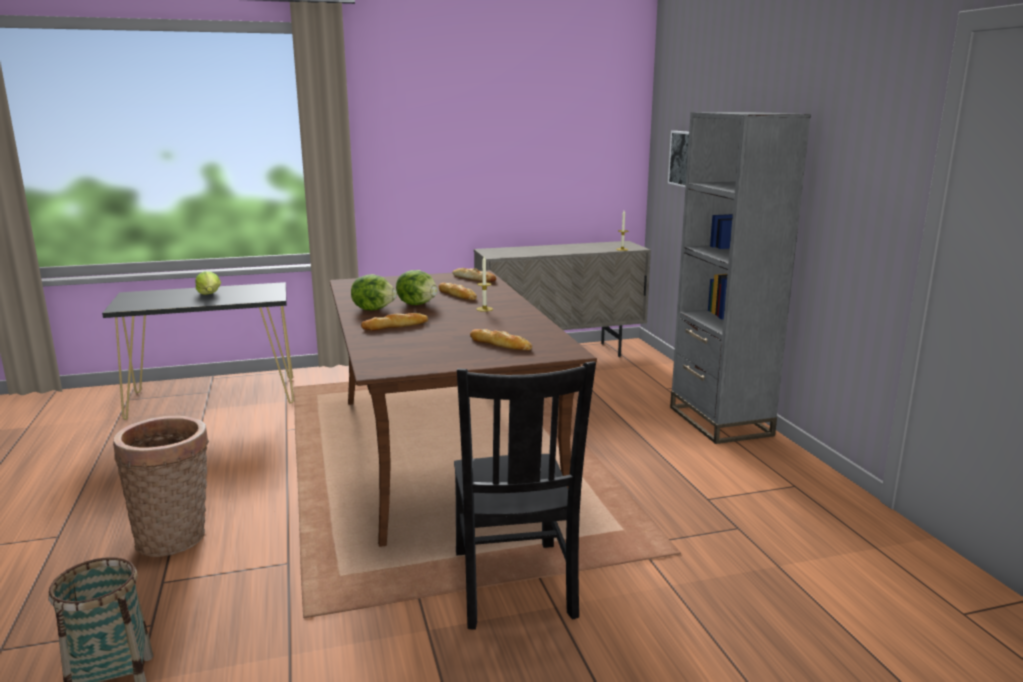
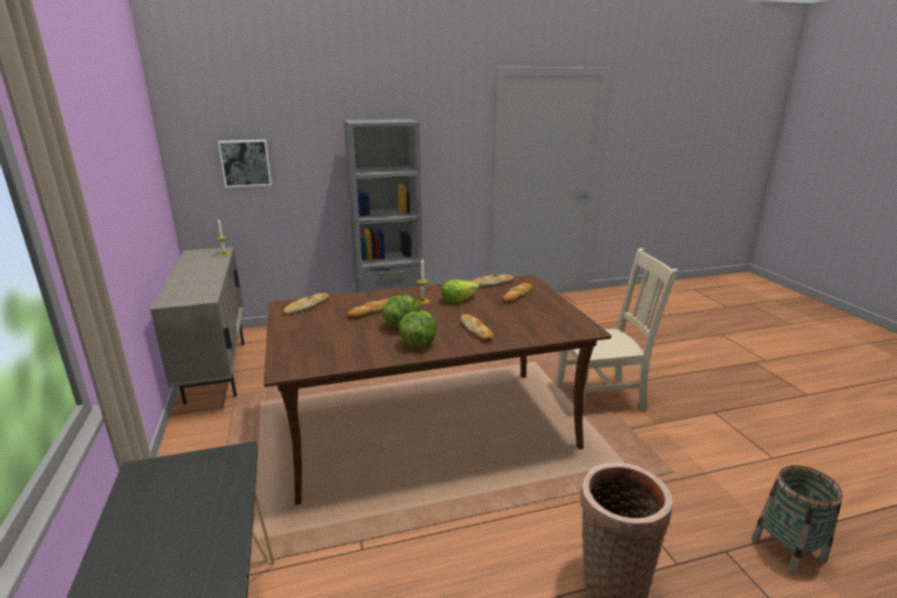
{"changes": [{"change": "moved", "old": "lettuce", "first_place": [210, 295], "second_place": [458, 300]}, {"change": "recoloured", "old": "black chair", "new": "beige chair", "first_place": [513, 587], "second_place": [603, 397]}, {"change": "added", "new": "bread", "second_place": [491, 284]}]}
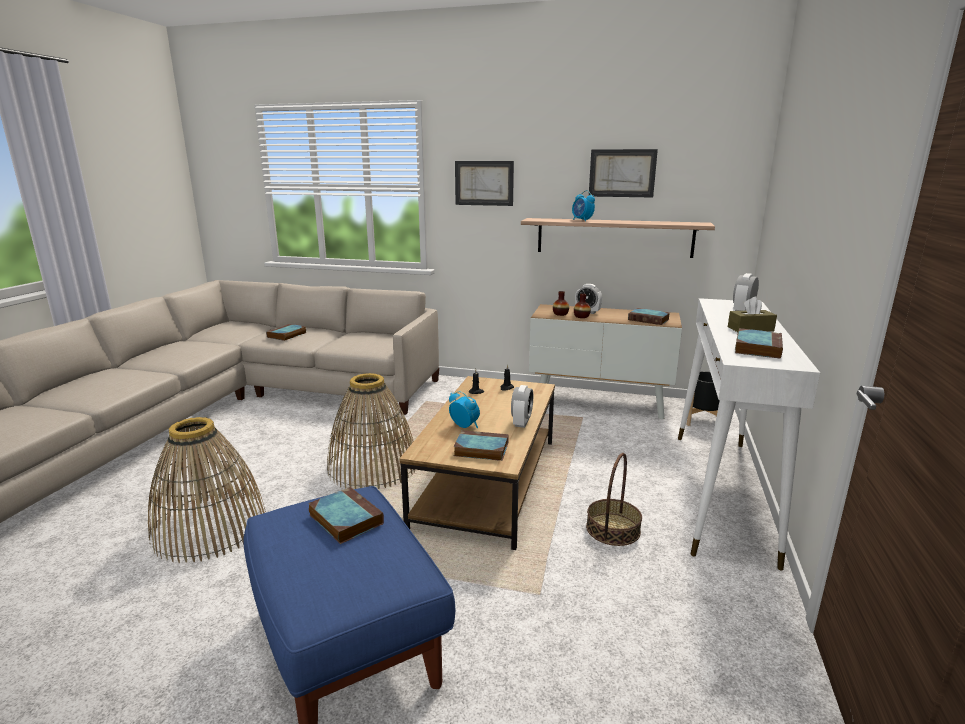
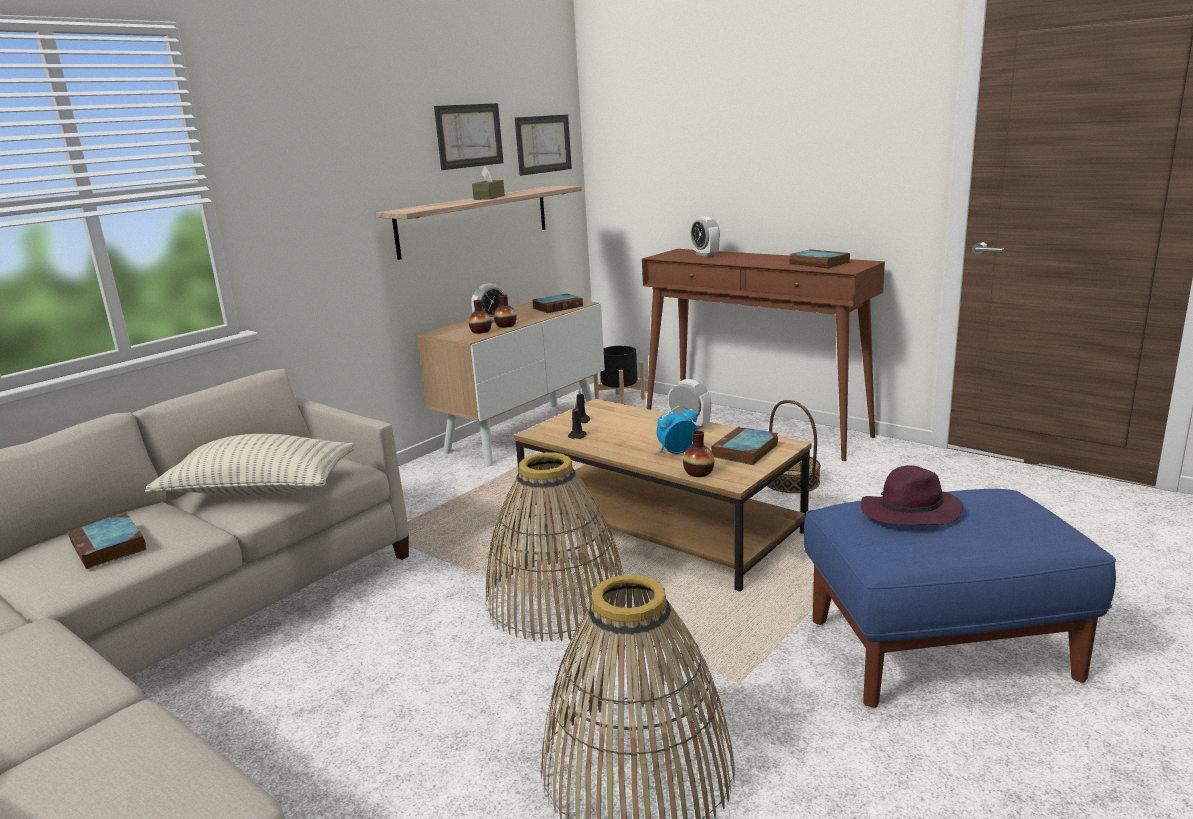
{"changes": [{"change": "replaced", "old": "book", "new": "purple hat", "first_place": [344, 519], "second_place": [909, 514]}, {"change": "moved", "old": "picture", "first_place": [484, 183], "second_place": [543, 144]}, {"change": "removed", "old": "alarm clock", "first_place": [582, 220]}, {"change": "recoloured", "old": "white console table", "new": "brown console table", "first_place": [720, 492], "second_place": [756, 427]}, {"change": "moved", "old": "brown tissue box", "first_place": [750, 329], "second_place": [489, 197]}, {"change": "added", "new": "pillow", "second_place": [260, 490]}, {"change": "added", "new": "vase", "second_place": [698, 473]}]}
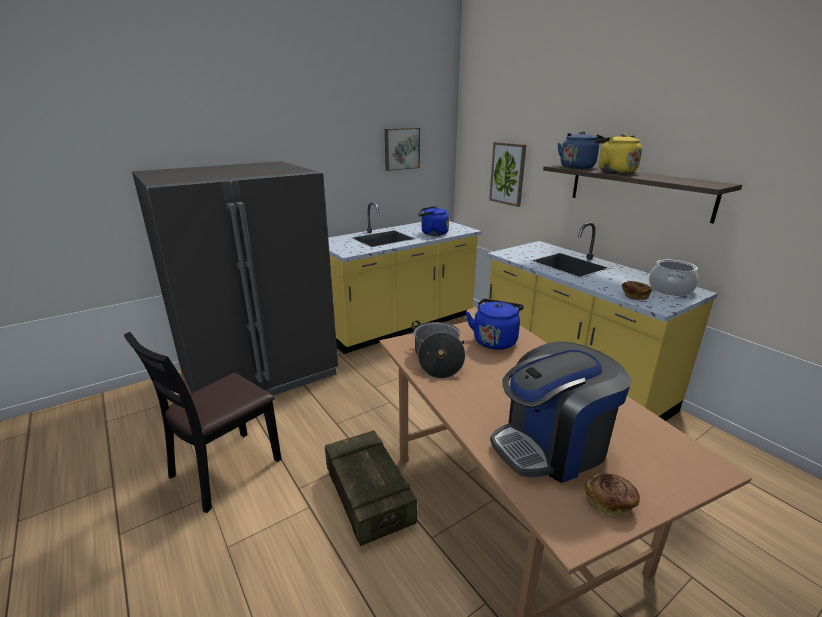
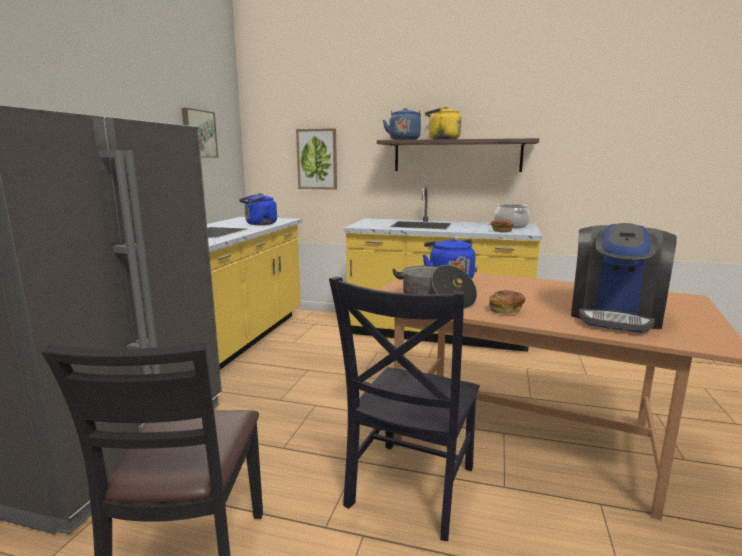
{"changes": [{"change": "replaced", "old": "crate", "new": "black chair", "first_place": [369, 497], "second_place": [409, 490]}, {"change": "moved", "old": "bread", "first_place": [610, 503], "second_place": [506, 310]}]}
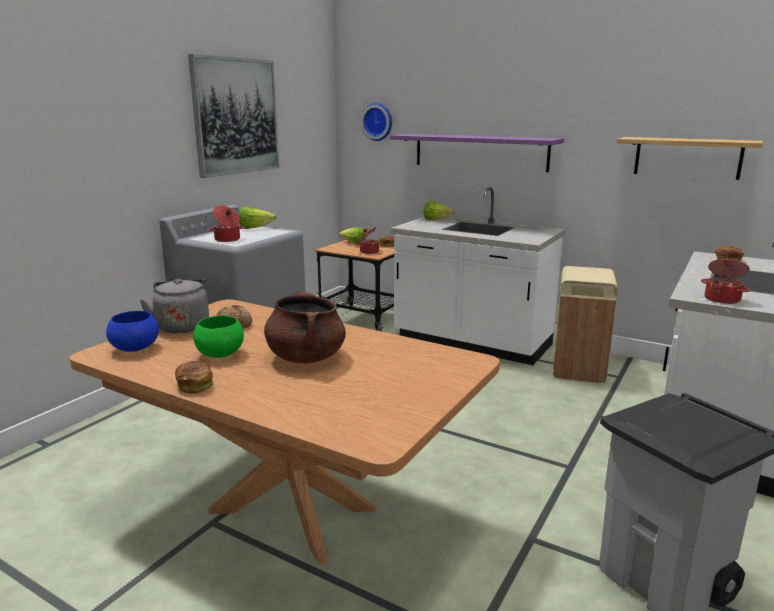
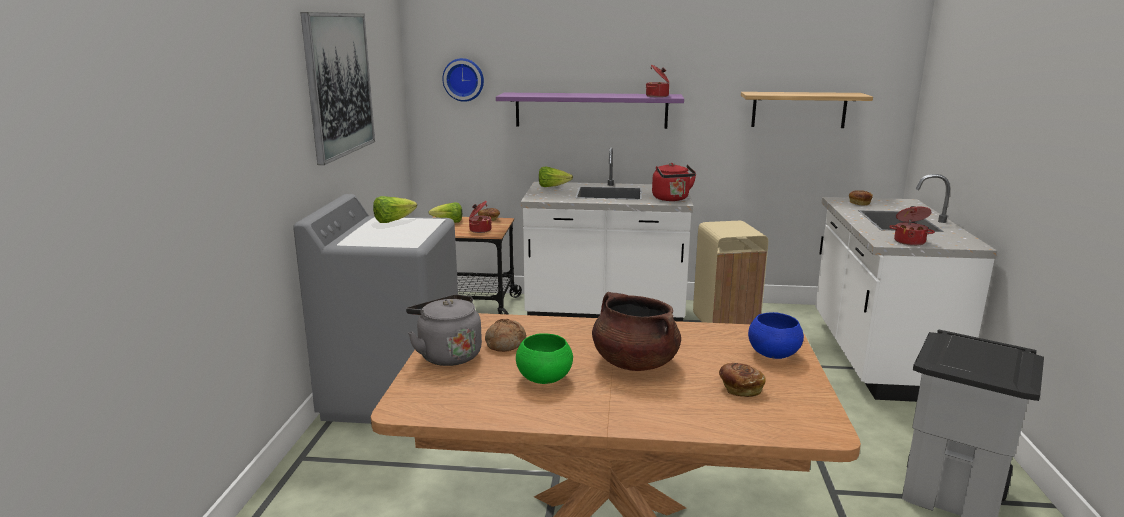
{"changes": [{"change": "moved", "old": "blue bowl", "first_place": [135, 348], "second_place": [772, 354]}, {"change": "moved", "old": "bread", "first_place": [195, 385], "second_place": [740, 388]}, {"change": "moved", "old": "cooking pot", "first_place": [227, 240], "second_place": [658, 96]}, {"change": "added", "new": "red kettle", "second_place": [671, 199]}]}
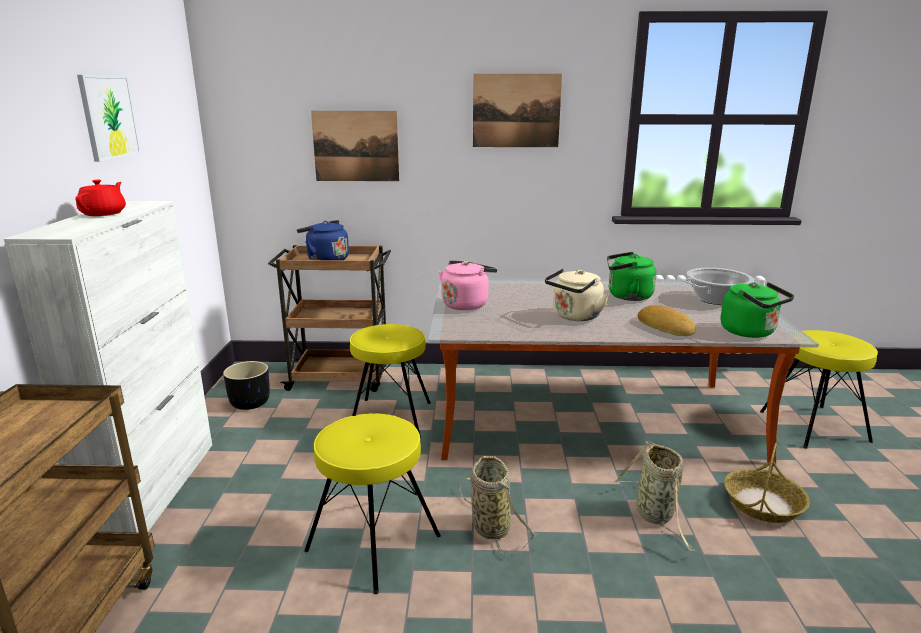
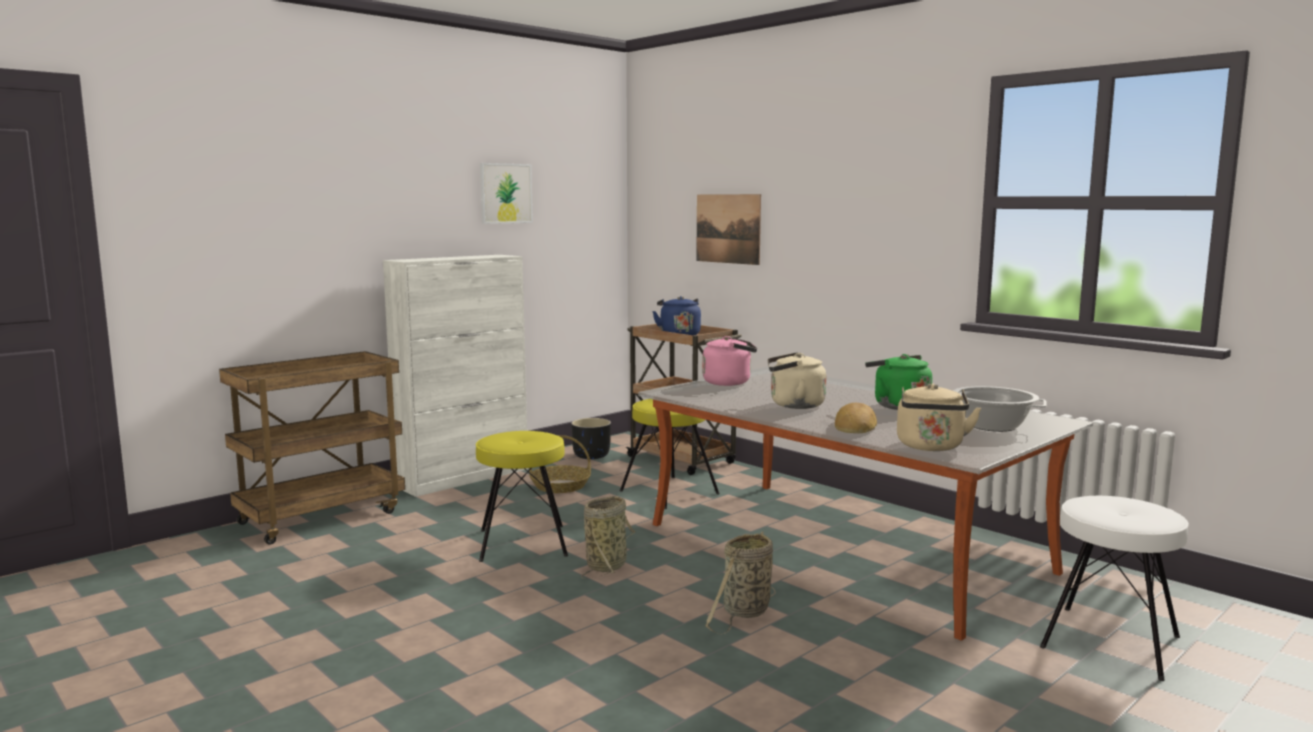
{"changes": [{"change": "removed", "old": "red teapot", "first_place": [104, 213]}, {"change": "removed", "old": "picture", "first_place": [516, 111]}, {"change": "recoloured", "old": "green kettle", "new": "beige kettle", "first_place": [750, 332], "second_place": [931, 447]}, {"change": "moved", "old": "basket", "first_place": [762, 504], "second_place": [560, 486]}, {"change": "recoloured", "old": "yellow stool", "new": "white stool", "first_place": [814, 426], "second_place": [1111, 642]}]}
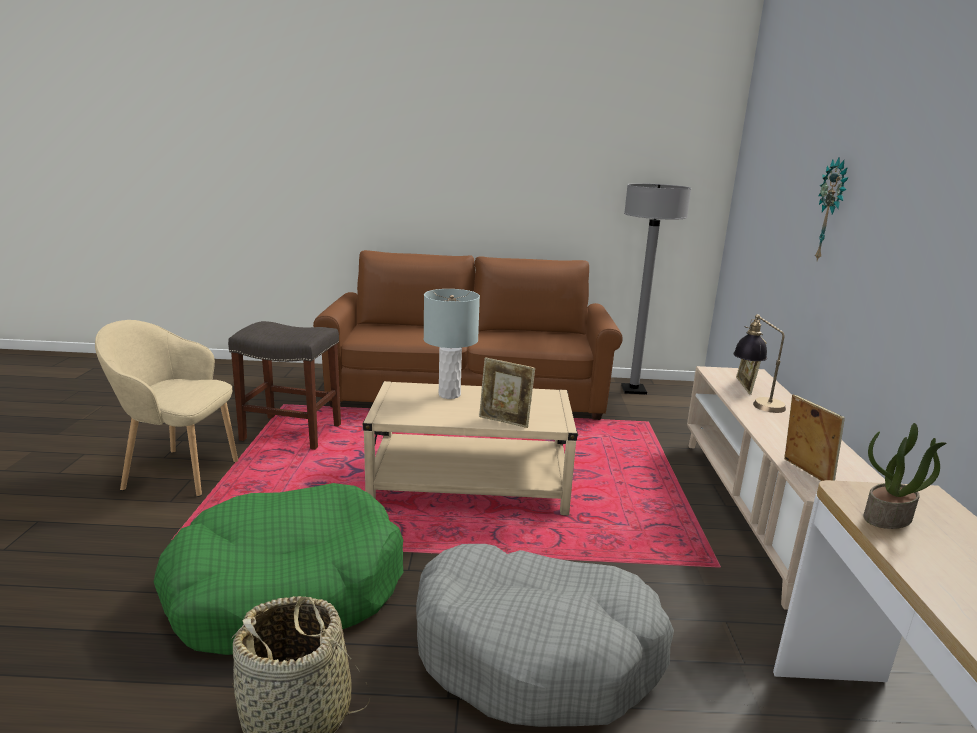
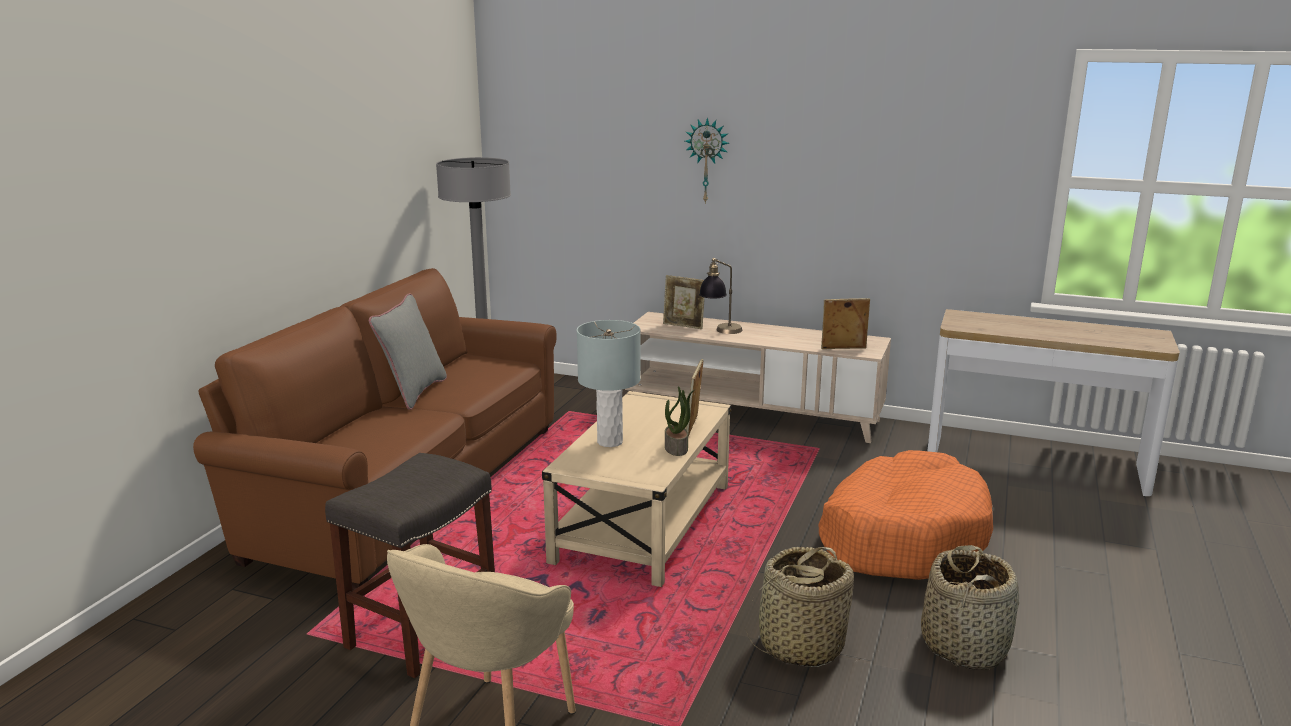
{"changes": [{"change": "replaced", "old": "green dog bed", "new": "basket", "first_place": [287, 589], "second_place": [800, 646]}, {"change": "recoloured", "old": "grey dog bed", "new": "orange dog bed", "first_place": [536, 651], "second_place": [902, 536]}, {"change": "turned", "old": "picture frame", "first_place": [504, 421], "second_place": [693, 427], "degrees": 150}, {"change": "moved", "old": "potted plant", "first_place": [888, 518], "second_place": [677, 448]}, {"change": "added", "new": "grey pillow", "second_place": [413, 392]}]}
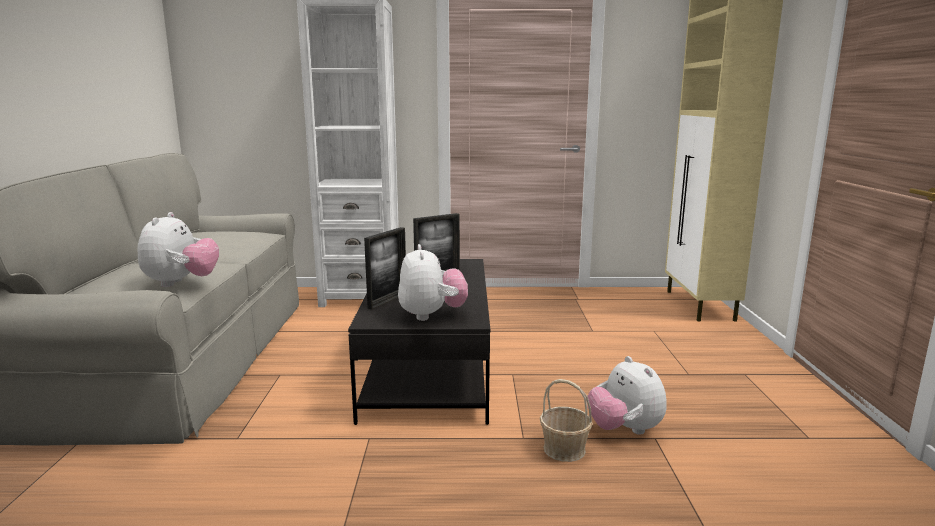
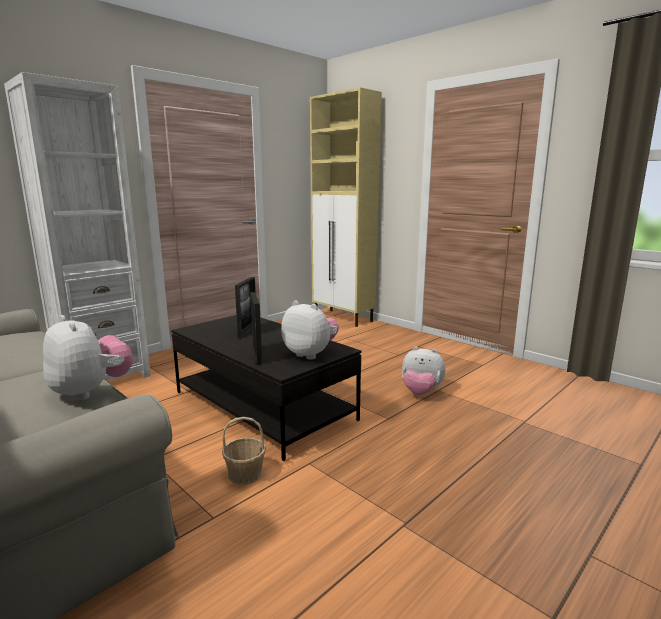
{"changes": [{"change": "moved", "old": "basket", "first_place": [564, 449], "second_place": [245, 473]}]}
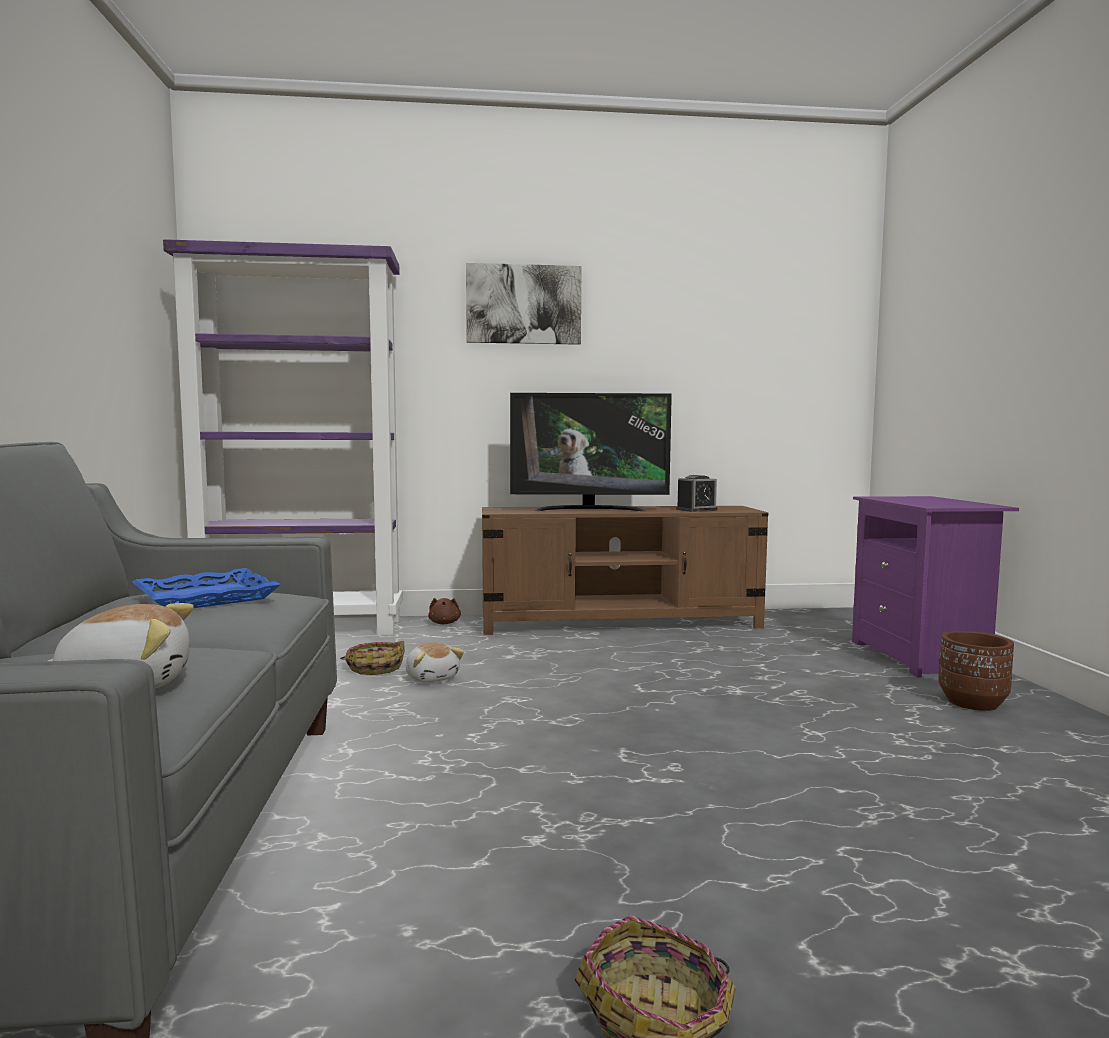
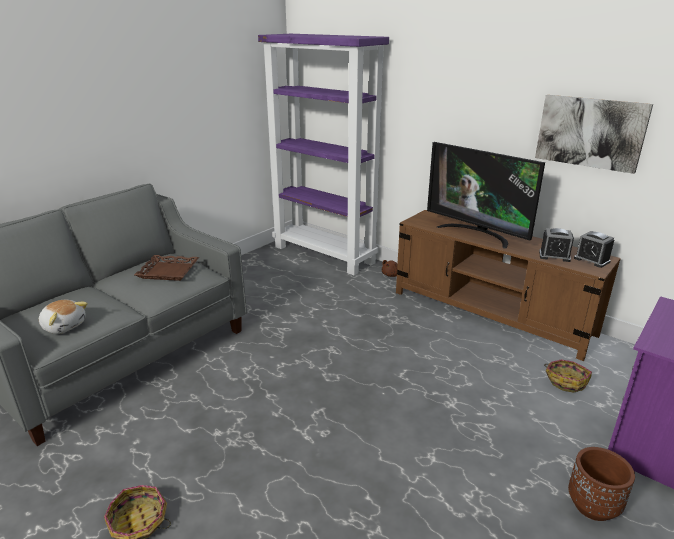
{"changes": [{"change": "recoloured", "old": "blue tray", "new": "brown tray", "first_place": [206, 598], "second_place": [168, 272]}, {"change": "moved", "old": "basket", "first_place": [375, 667], "second_place": [566, 381]}, {"change": "removed", "old": "plush toy", "first_place": [432, 677]}, {"change": "moved", "old": "picture", "first_place": [523, 304], "second_place": [590, 132]}, {"change": "added", "new": "alarm clock", "second_place": [591, 260]}]}
